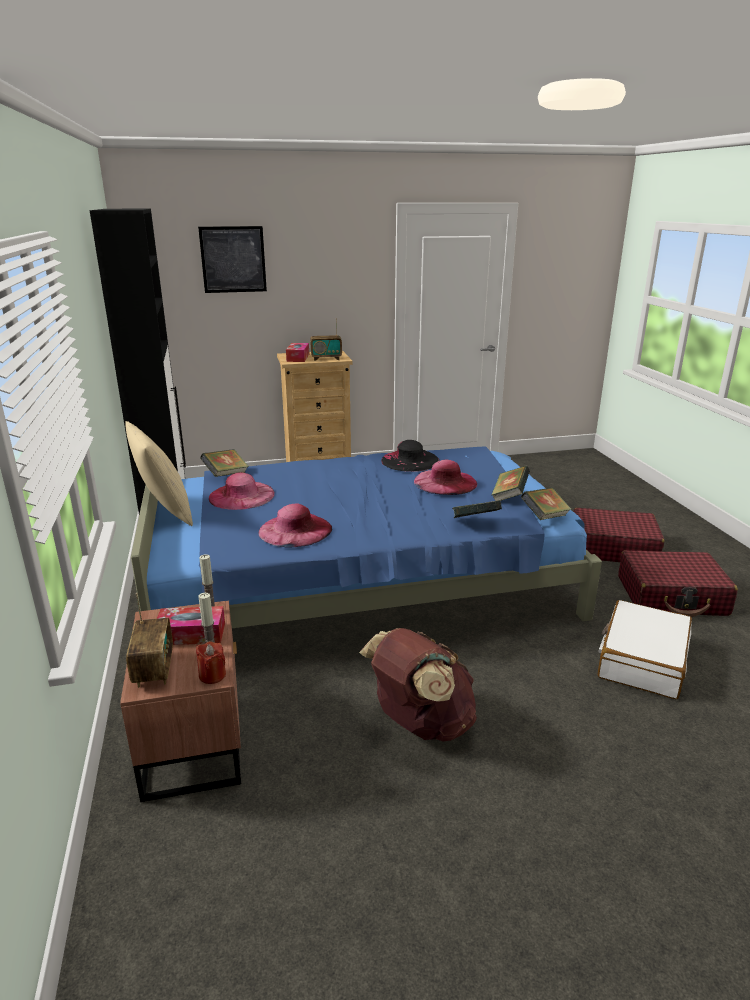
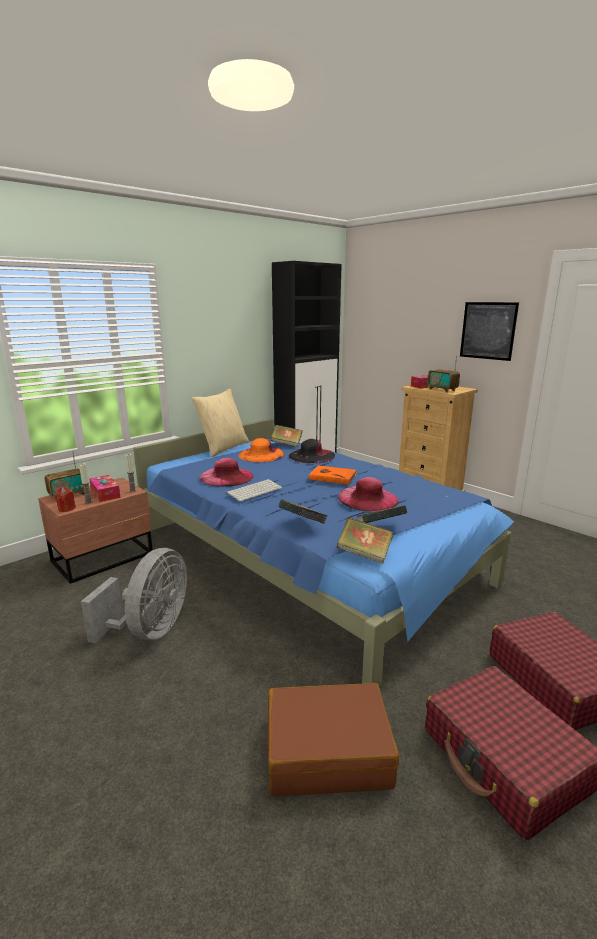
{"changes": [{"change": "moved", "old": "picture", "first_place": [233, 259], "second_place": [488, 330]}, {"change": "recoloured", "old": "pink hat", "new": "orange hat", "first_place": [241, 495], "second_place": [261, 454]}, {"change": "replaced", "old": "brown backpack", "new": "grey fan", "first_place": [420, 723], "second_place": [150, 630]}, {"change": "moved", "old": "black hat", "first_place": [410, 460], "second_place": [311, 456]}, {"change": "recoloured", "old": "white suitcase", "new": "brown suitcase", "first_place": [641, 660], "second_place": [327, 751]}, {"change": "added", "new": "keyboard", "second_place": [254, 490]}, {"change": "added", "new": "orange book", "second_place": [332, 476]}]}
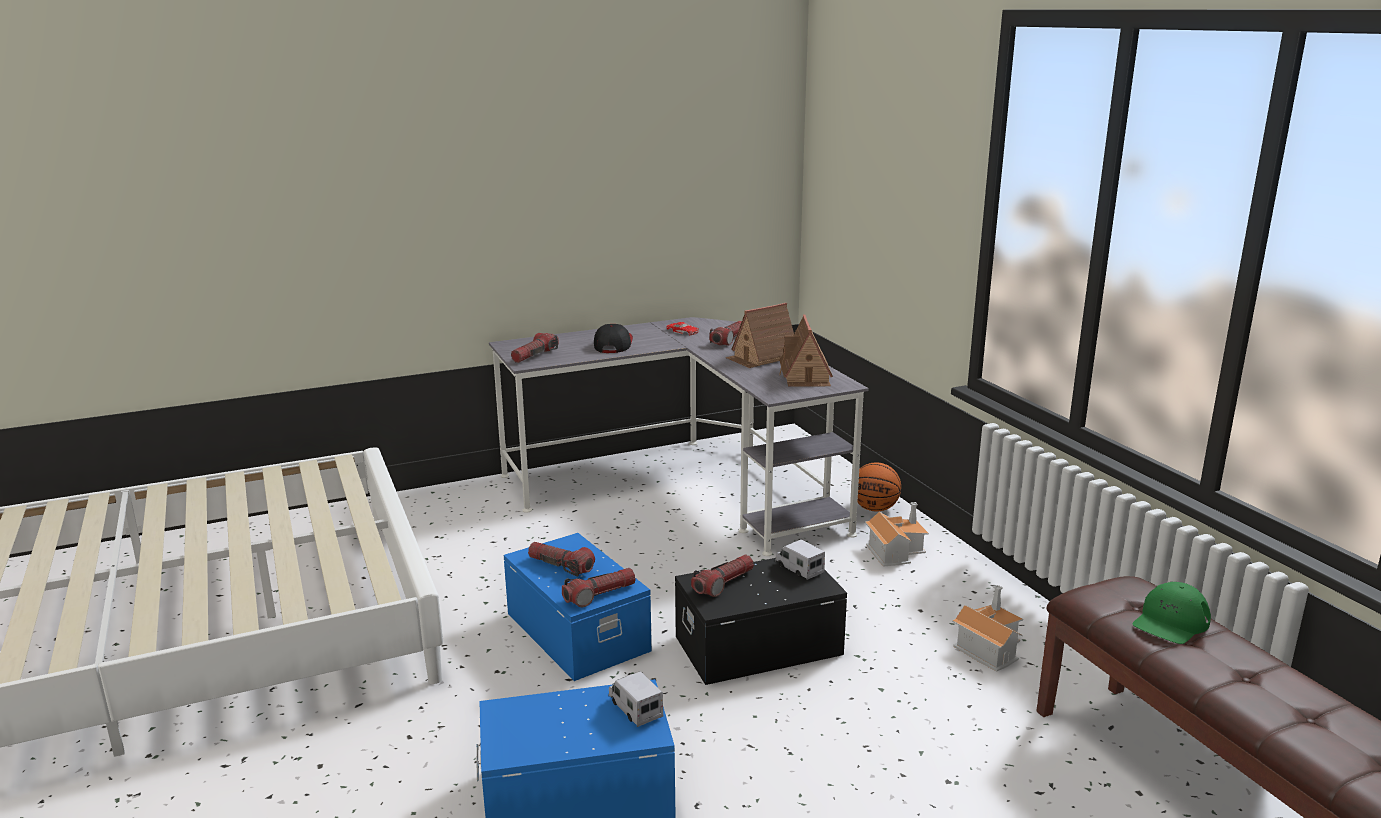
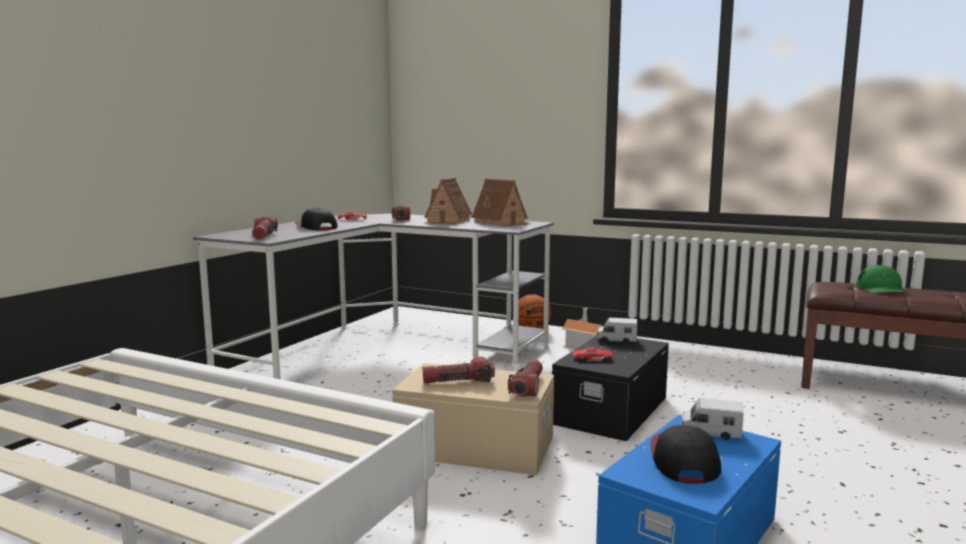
{"changes": [{"change": "recoloured", "old": "blue storage box", "new": "beige storage box", "first_place": [579, 631], "second_place": [475, 445]}, {"change": "replaced", "old": "flashlight", "new": "red toy car", "first_place": [723, 583], "second_place": [592, 358]}, {"change": "removed", "old": "toy house", "first_place": [988, 646]}, {"change": "added", "new": "cap", "second_place": [683, 460]}]}
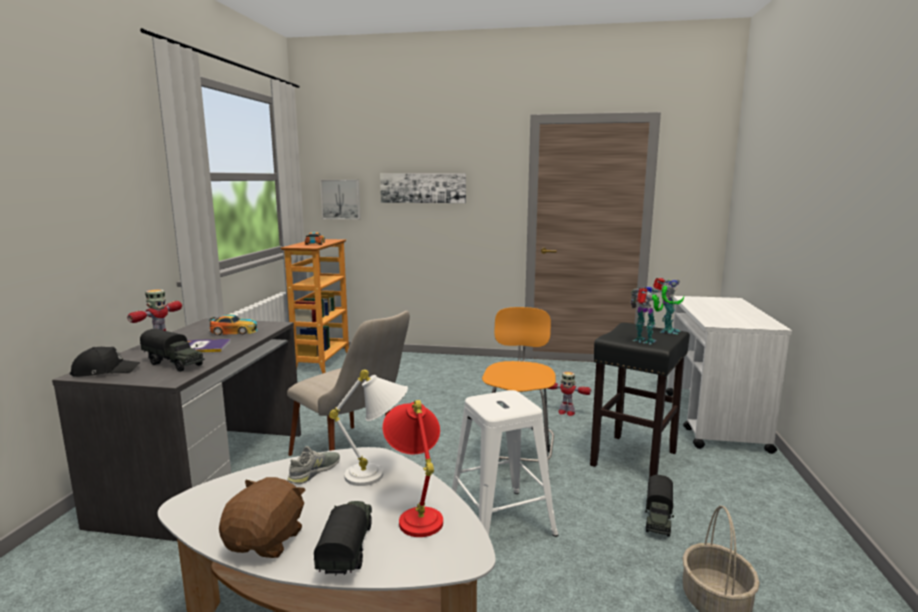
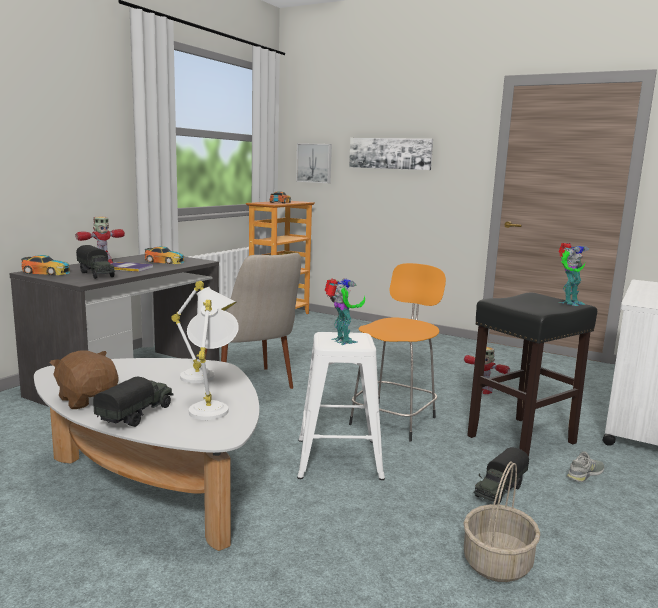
{"changes": [{"change": "replaced", "old": "black cap", "new": "toy car", "first_place": [105, 371], "second_place": [47, 272]}, {"change": "turned", "old": "brown plush toy", "first_place": [266, 541], "second_place": [88, 399], "degrees": -75}, {"change": "moved", "old": "grey shoe", "first_place": [314, 471], "second_place": [585, 474]}, {"change": "recoloured", "old": "red table lamp", "new": "white table lamp", "first_place": [417, 513], "second_place": [212, 406]}, {"change": "moved", "old": "toy robot", "first_place": [644, 341], "second_place": [342, 341]}]}
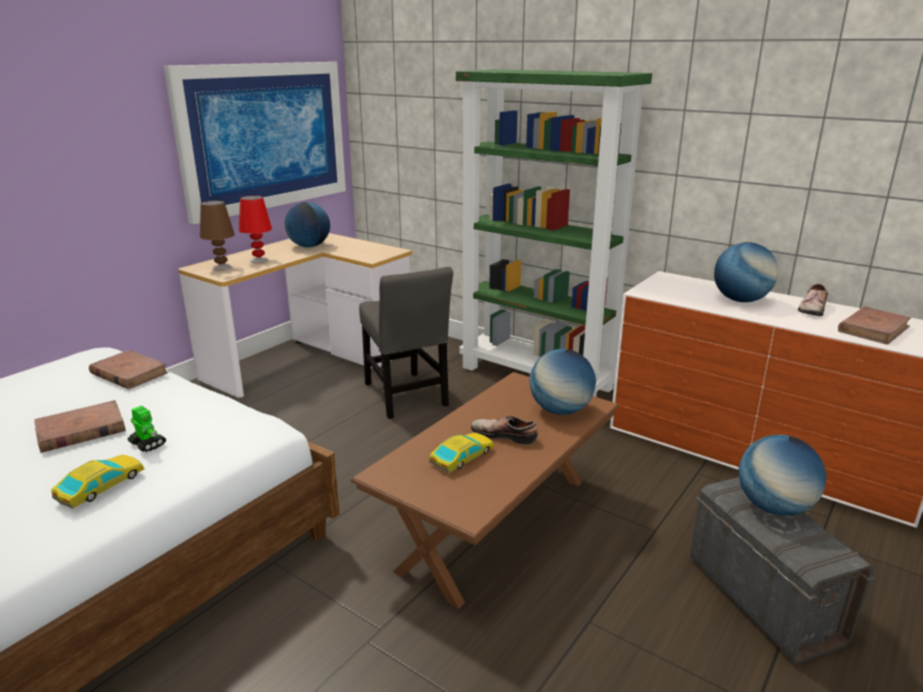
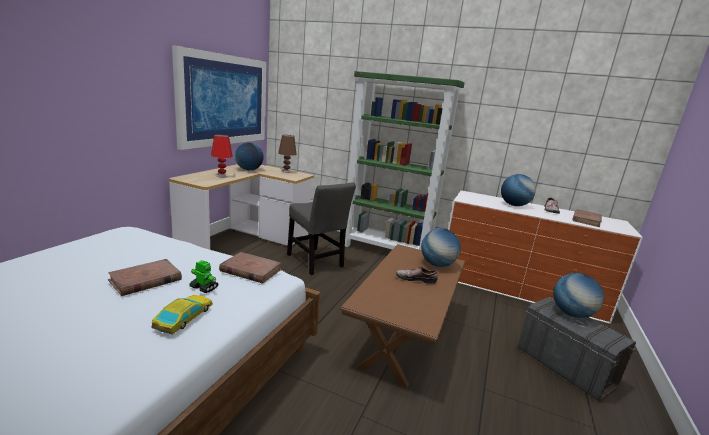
{"changes": [{"change": "moved", "old": "brown book", "first_place": [129, 373], "second_place": [250, 270]}, {"change": "moved", "old": "brown table lamp", "first_place": [222, 267], "second_place": [286, 171]}, {"change": "removed", "old": "toy car", "first_place": [462, 457]}]}
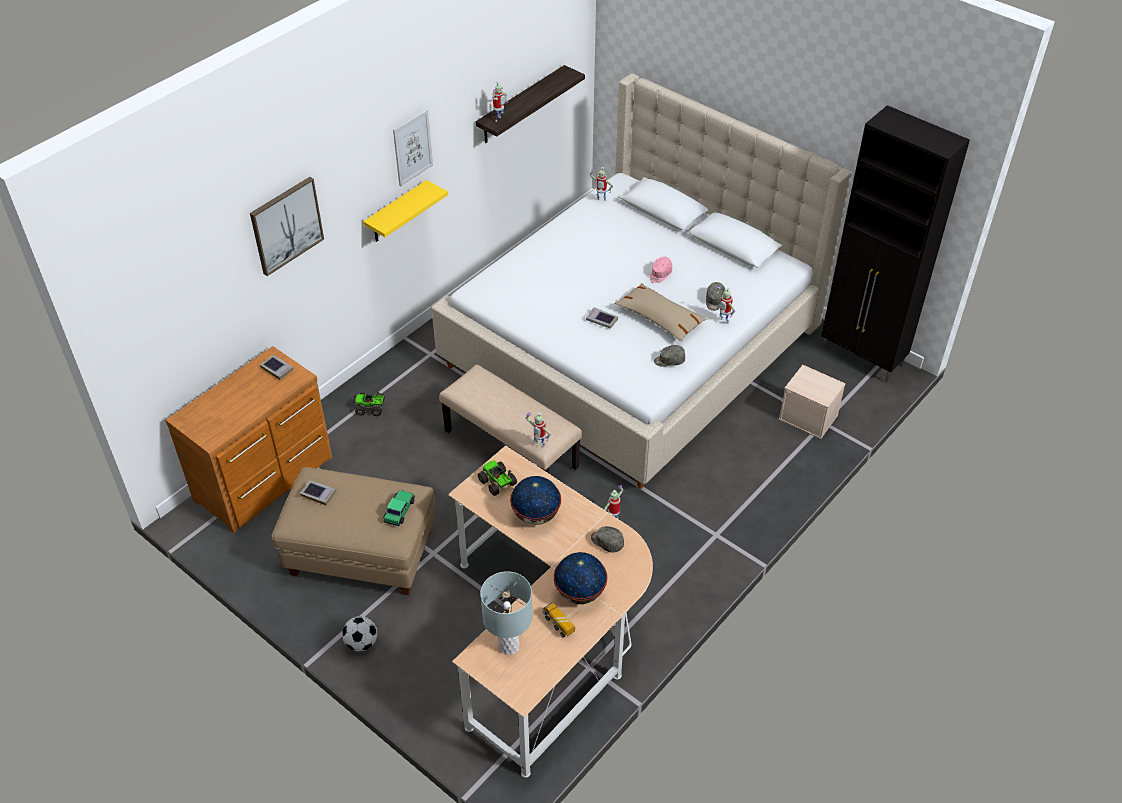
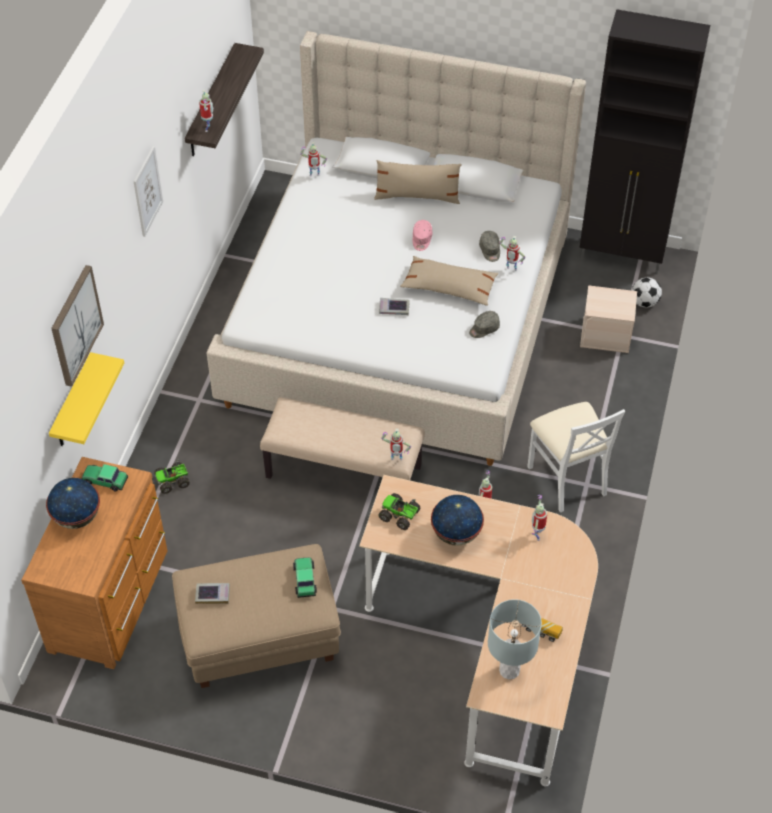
{"changes": [{"change": "replaced", "old": "book", "new": "toy car", "first_place": [277, 369], "second_place": [105, 480]}, {"change": "moved", "old": "football", "first_place": [361, 643], "second_place": [644, 302]}, {"change": "moved", "old": "yellow shelf", "first_place": [396, 213], "second_place": [72, 404]}, {"change": "moved", "old": "globe", "first_place": [579, 593], "second_place": [76, 517]}, {"change": "replaced", "old": "grey cap", "new": "toy robot", "first_place": [606, 542], "second_place": [537, 535]}, {"change": "added", "new": "beige pillow", "second_place": [417, 196]}, {"change": "added", "new": "white chair", "second_place": [567, 479]}]}
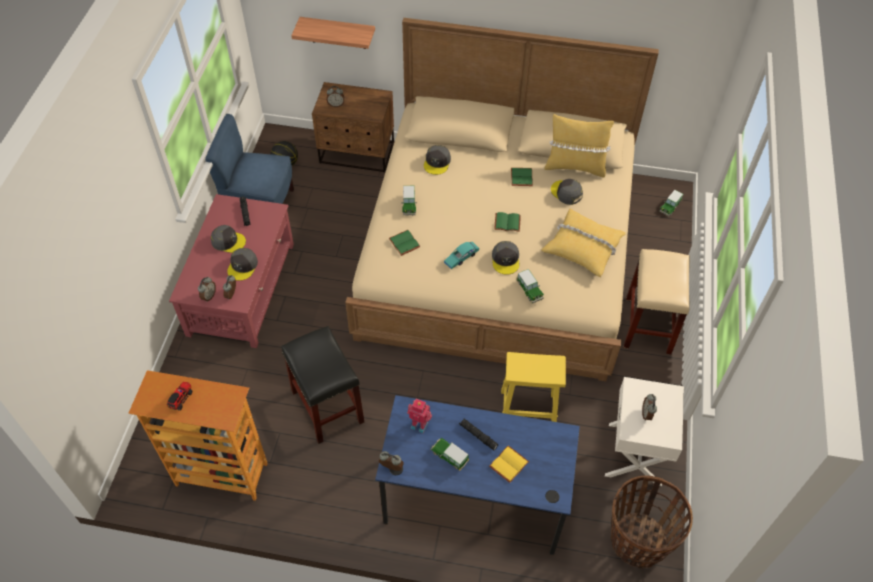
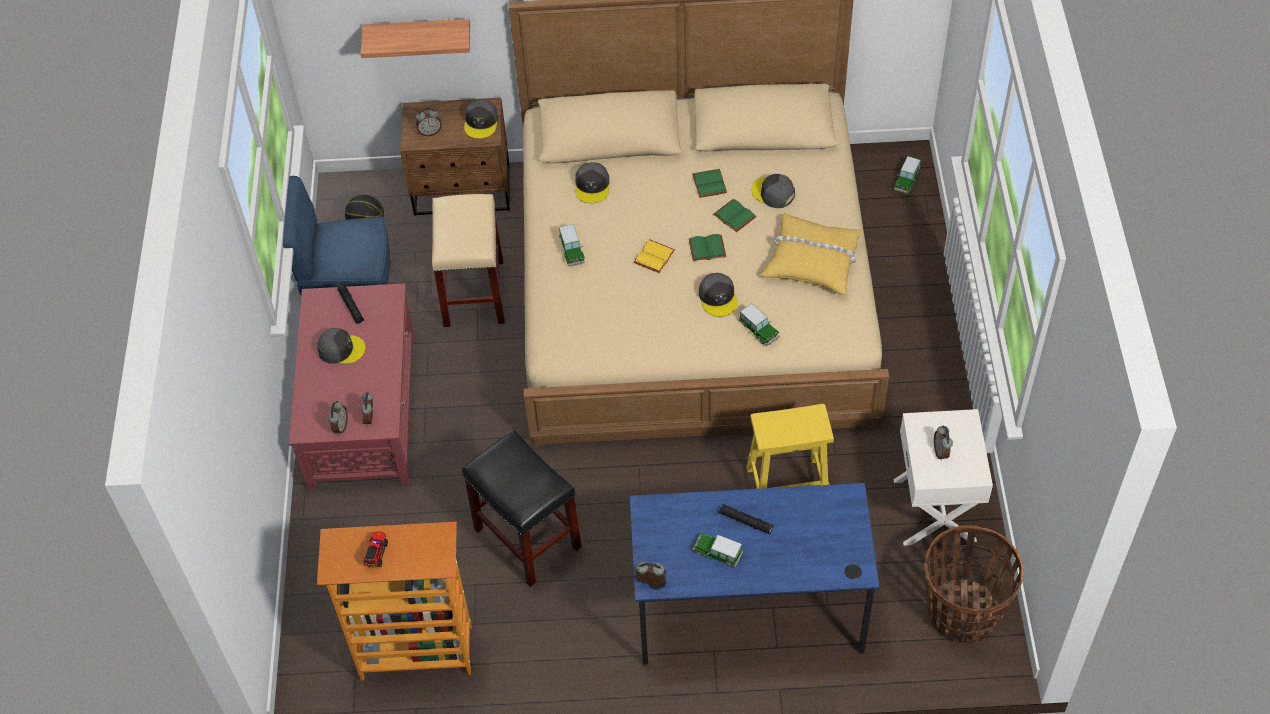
{"changes": [{"change": "moved", "old": "grey cap", "first_place": [243, 266], "second_place": [481, 122]}, {"change": "moved", "old": "green book", "first_place": [403, 243], "second_place": [733, 216]}, {"change": "removed", "old": "toy robot", "first_place": [420, 424]}, {"change": "removed", "old": "turquoise toy car", "first_place": [461, 258]}, {"change": "moved", "old": "yellow book", "first_place": [508, 463], "second_place": [653, 256]}, {"change": "removed", "old": "yellow pillow", "first_place": [575, 166]}, {"change": "moved", "old": "beige stool", "first_place": [647, 324], "second_place": [473, 293]}]}
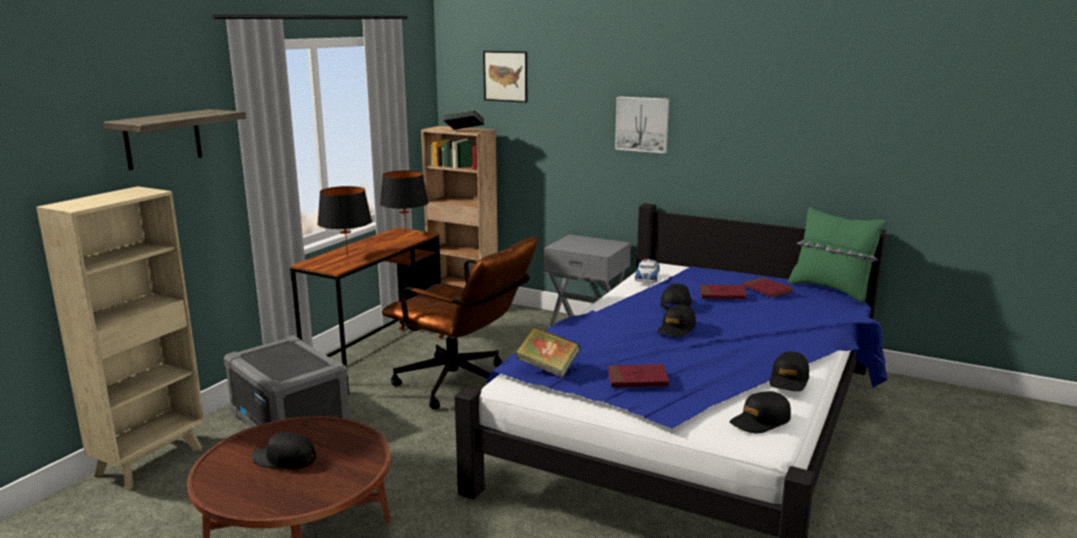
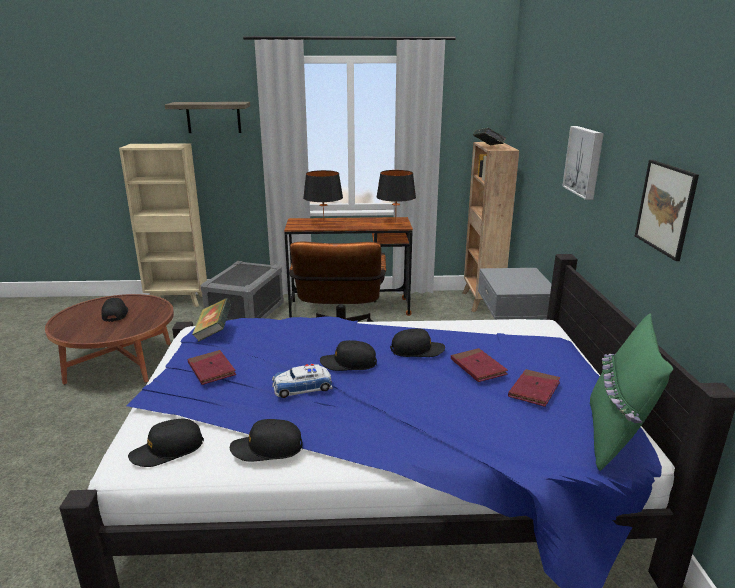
{"changes": [{"change": "moved", "old": "picture", "first_place": [505, 76], "second_place": [665, 208]}, {"change": "moved", "old": "toy car", "first_place": [647, 276], "second_place": [302, 387]}, {"change": "turned", "old": "black cap", "first_place": [760, 421], "second_place": [167, 450], "degrees": -60}]}
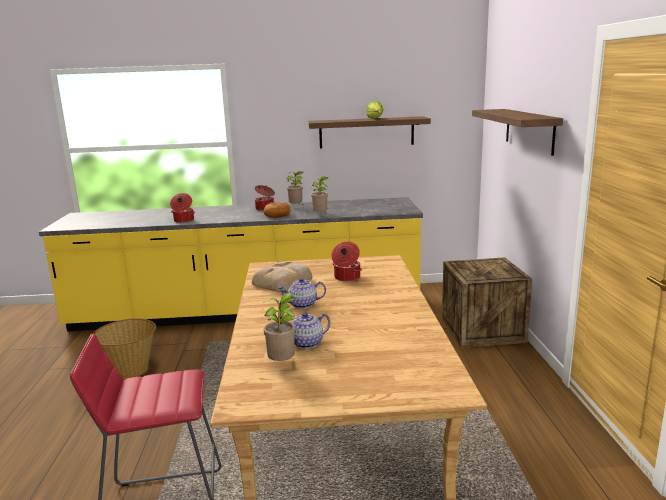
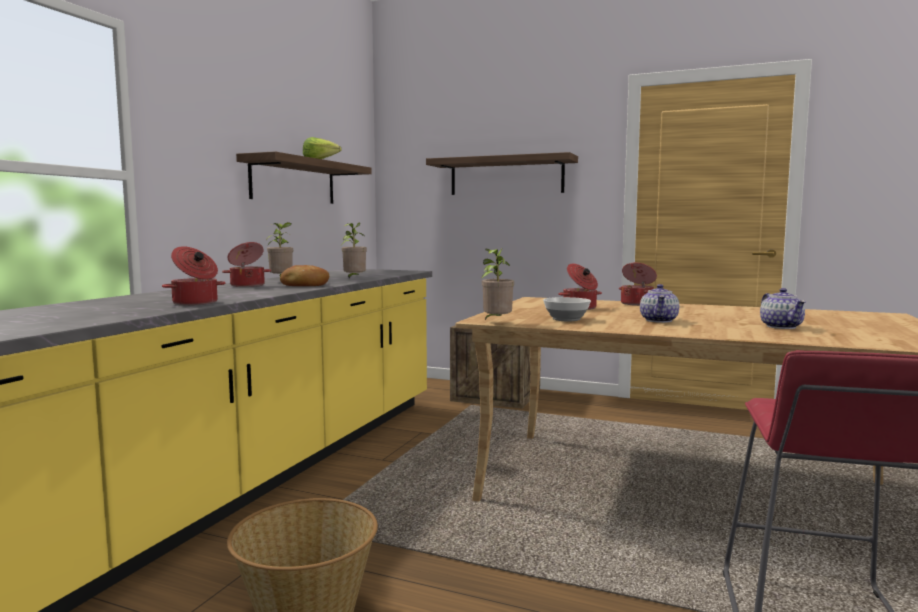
{"changes": [{"change": "replaced", "old": "bread", "new": "bowl", "first_place": [283, 282], "second_place": [566, 319]}, {"change": "moved", "old": "potted plant", "first_place": [283, 364], "second_place": [496, 323]}, {"change": "added", "new": "cooking pot", "second_place": [637, 304]}]}
